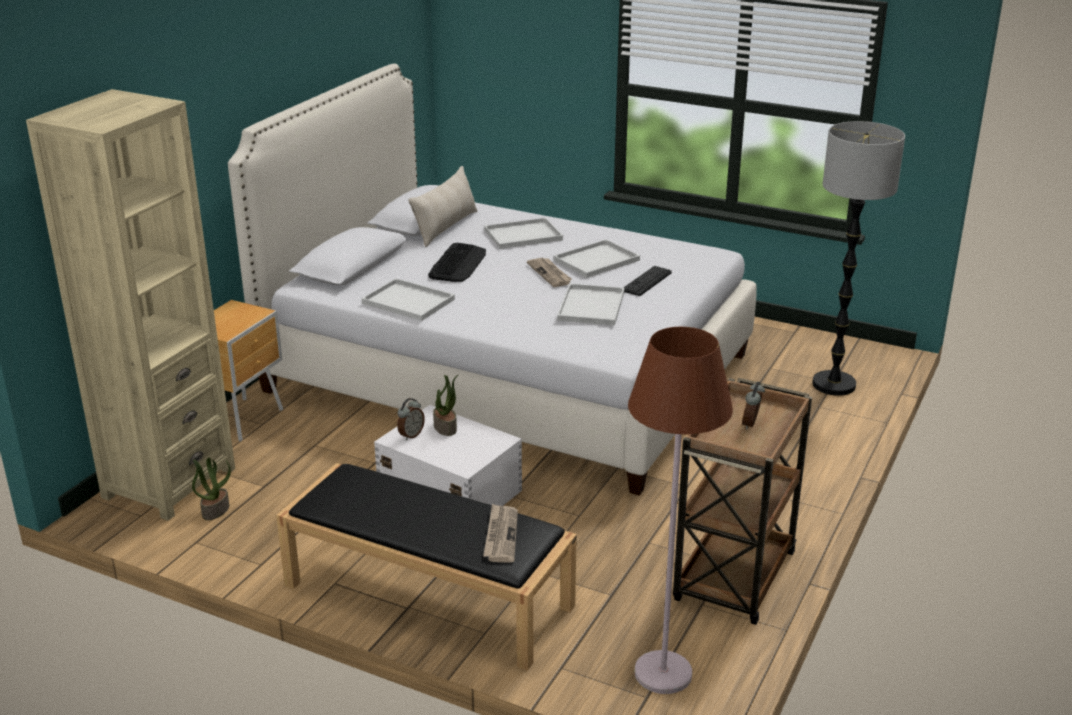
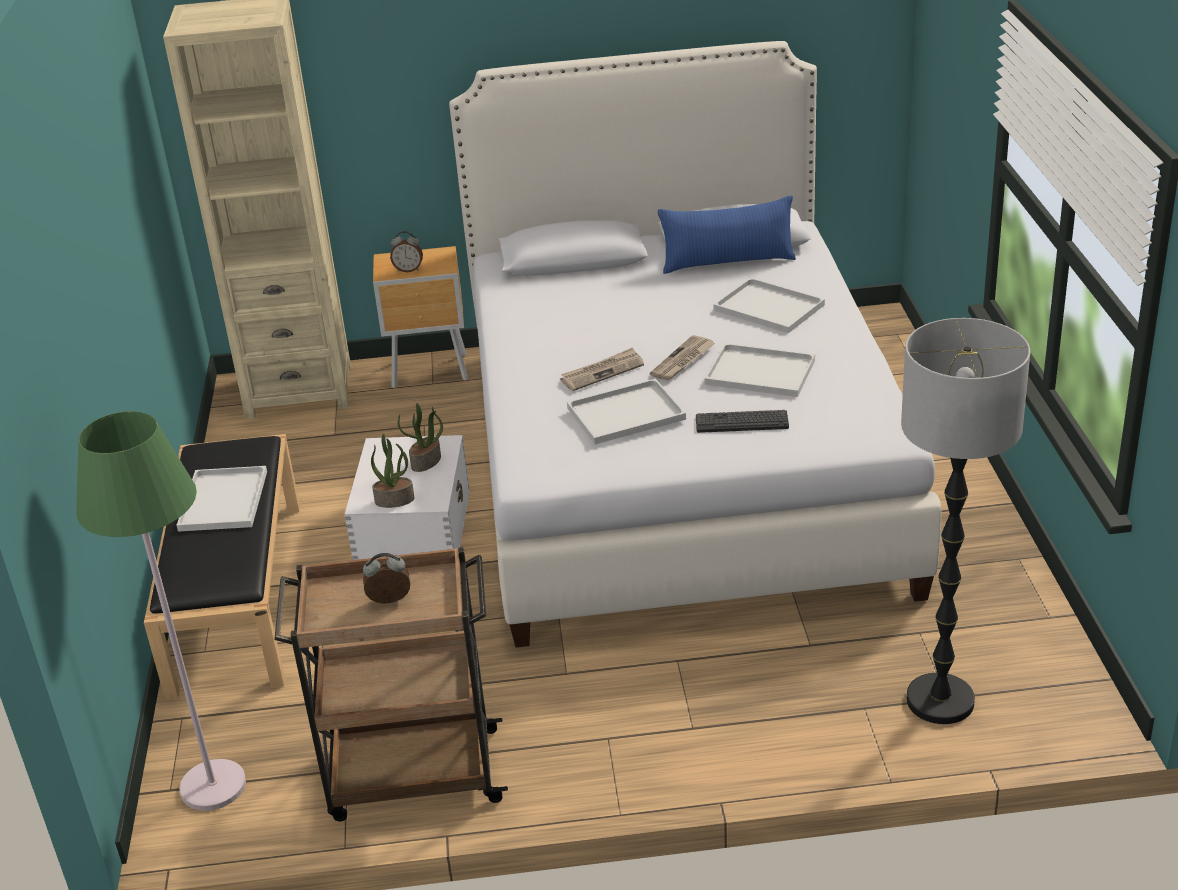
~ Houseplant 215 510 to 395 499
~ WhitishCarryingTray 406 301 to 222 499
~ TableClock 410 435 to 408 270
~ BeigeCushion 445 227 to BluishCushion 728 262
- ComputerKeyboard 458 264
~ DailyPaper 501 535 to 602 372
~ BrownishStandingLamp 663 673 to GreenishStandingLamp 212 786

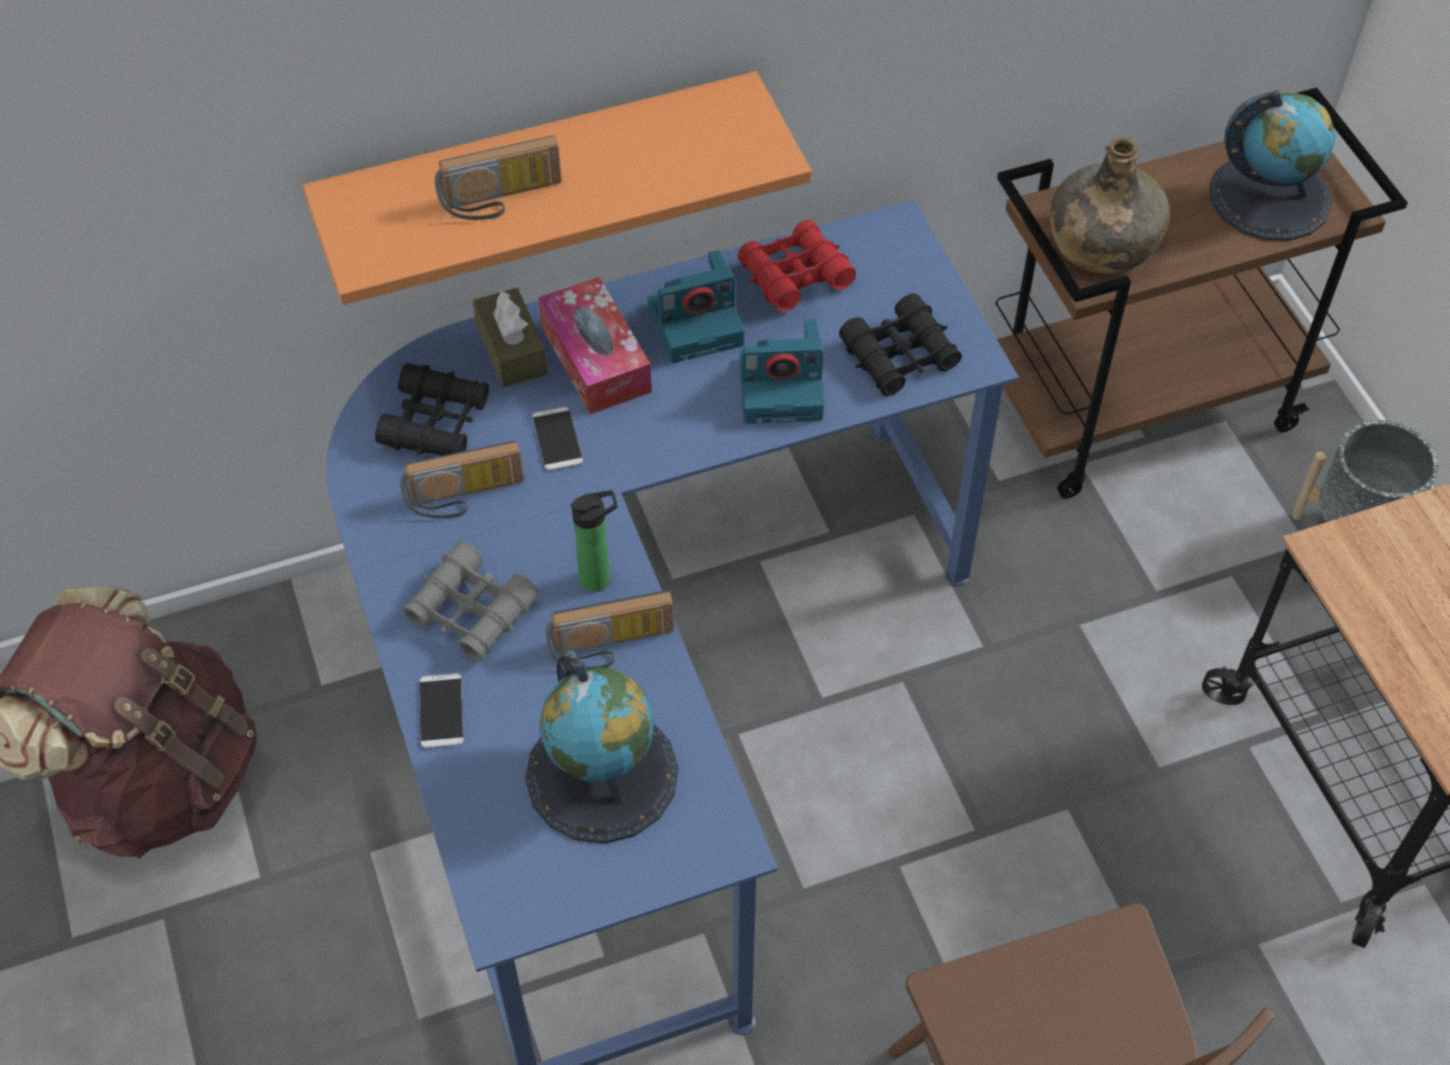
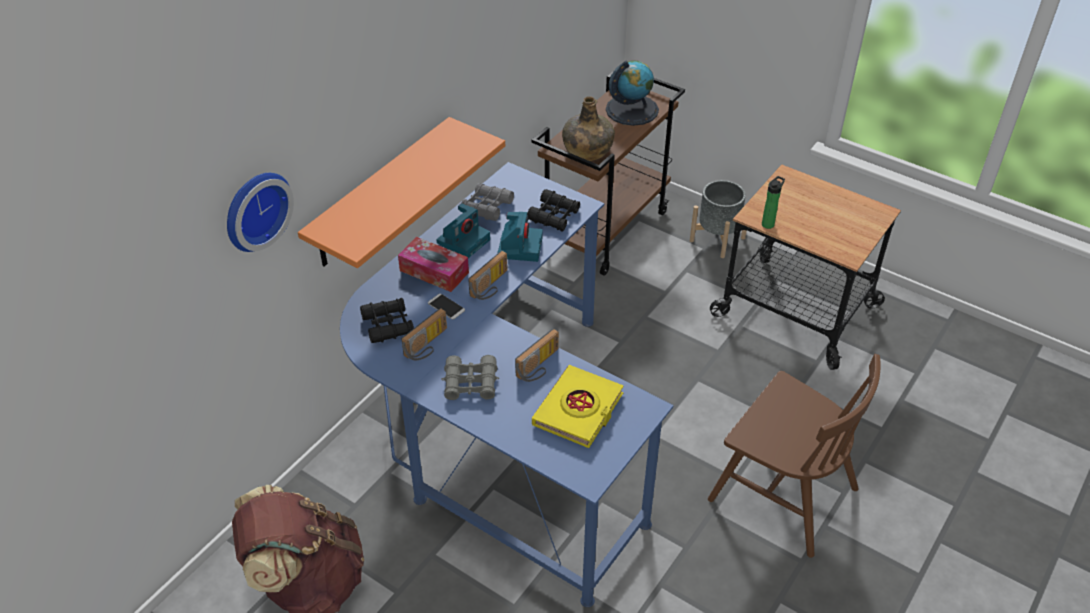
- Phone 441 711
~ RadioReceiver 502 200 to 491 286
- BrownishTissueBox 511 350
~ WorldGlobe 602 774 to YellowColouredVolume 578 410
~ Bottle 600 578 to 769 223
~ RedFieldGlasses 795 275 to GreyFieldGlasses 487 207
~ PhotoCamera 783 387 = 519 247 45 degrees counterclockwise
+ WallClock 254 209

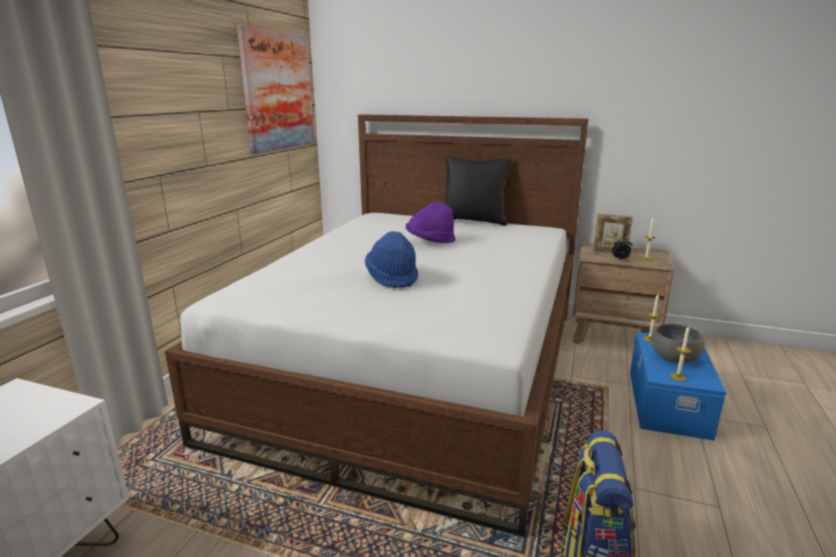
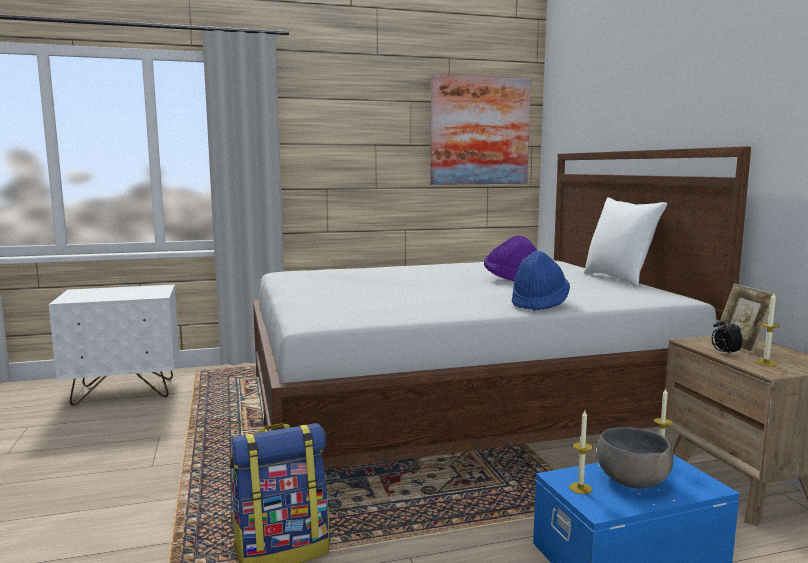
~ BluishWearableHat 392 278 to 539 304
~ BlackishCushion 474 221 to WhitishCushion 619 279

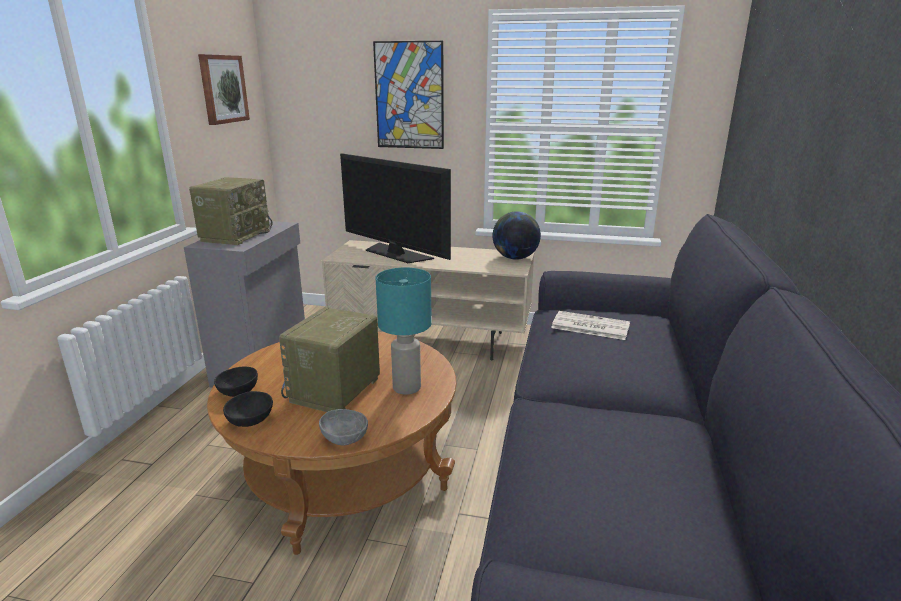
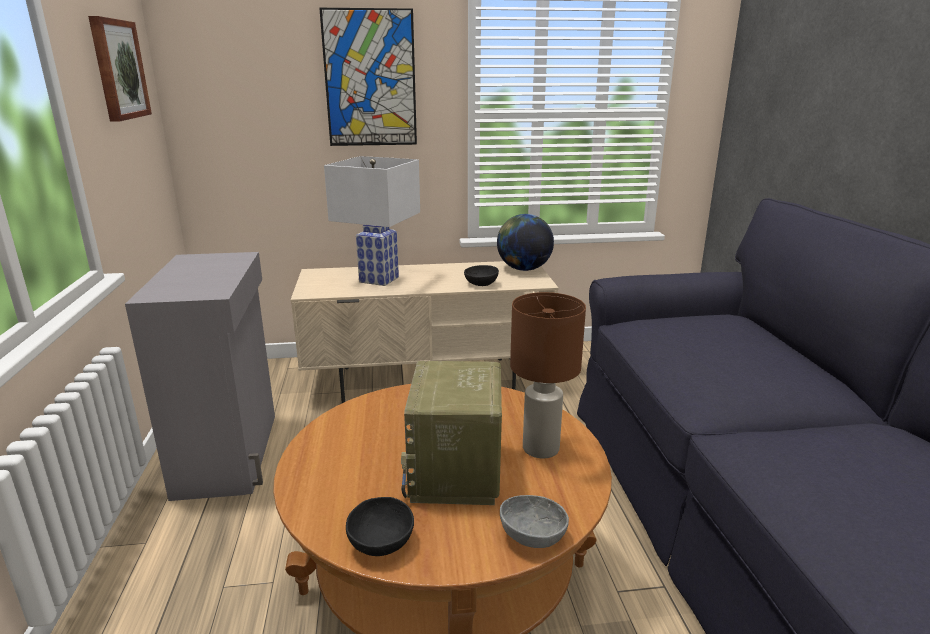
- RadioReceiver 235 235
~ BlackishBowl 237 392 to 481 284
~ Television 396 253 to WhitishLampForATable 380 279
~ TurquoiseLampForATable 406 387 to BrownishLampForATable 539 448
- DailyPaper 589 326

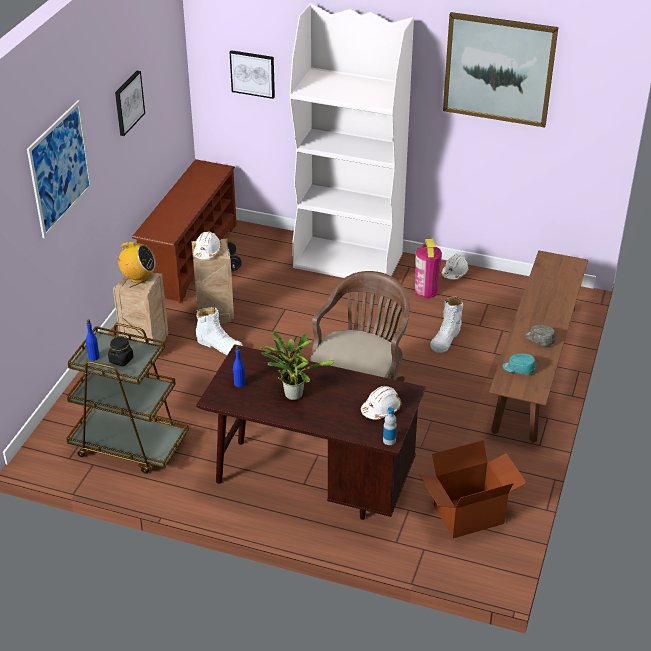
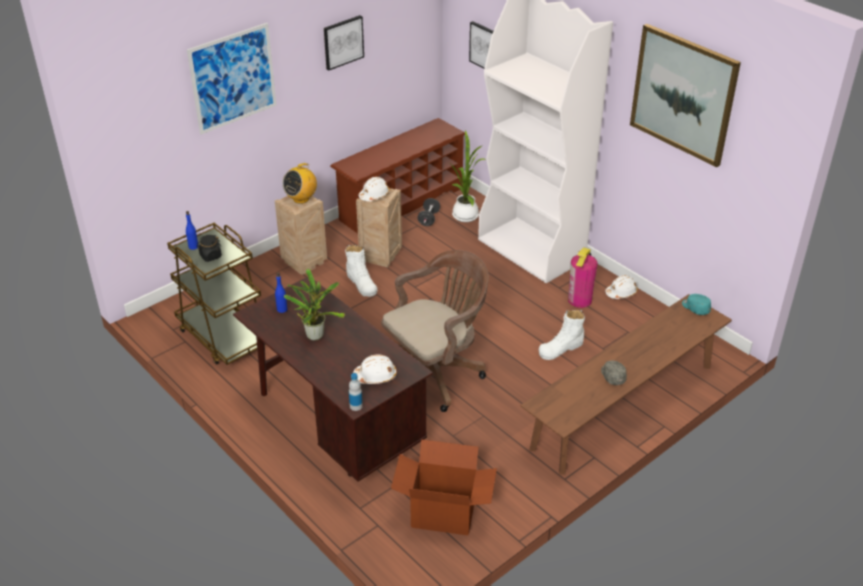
~ RadioReceiver 138 278 = 301 199 90 degrees clockwise
~ TurquoisePeakedCap 518 369 to 695 308
+ Houseplant 465 214

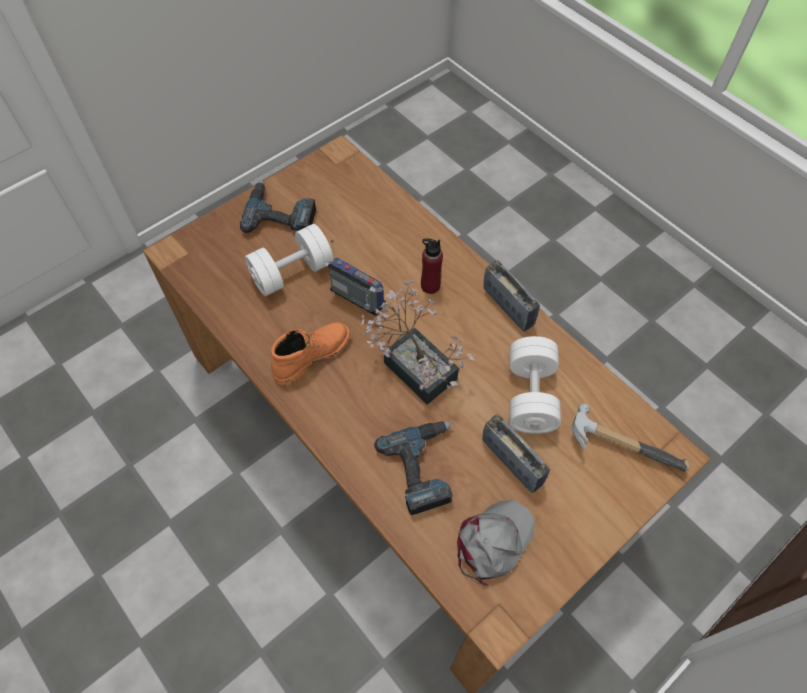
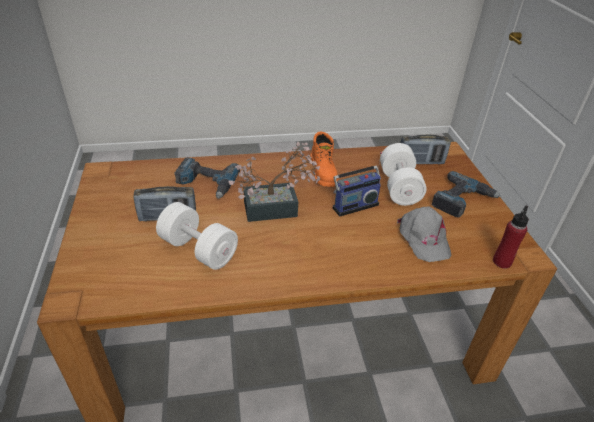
~ RedBottle 430 286 to 502 262
~ GreyPeakedCap 493 542 to 423 238
~ RadioReceiver 508 307 to 420 162
- HandHammer 622 442

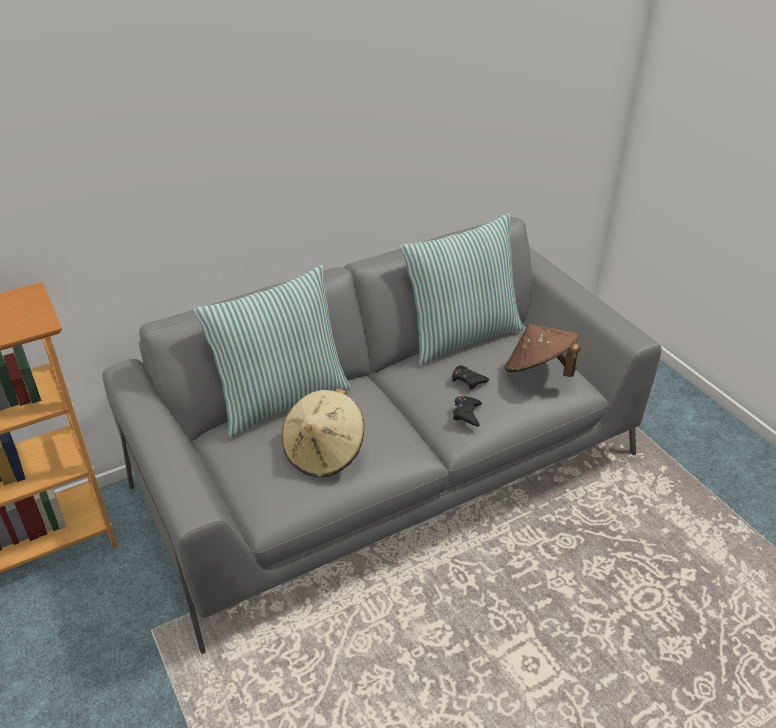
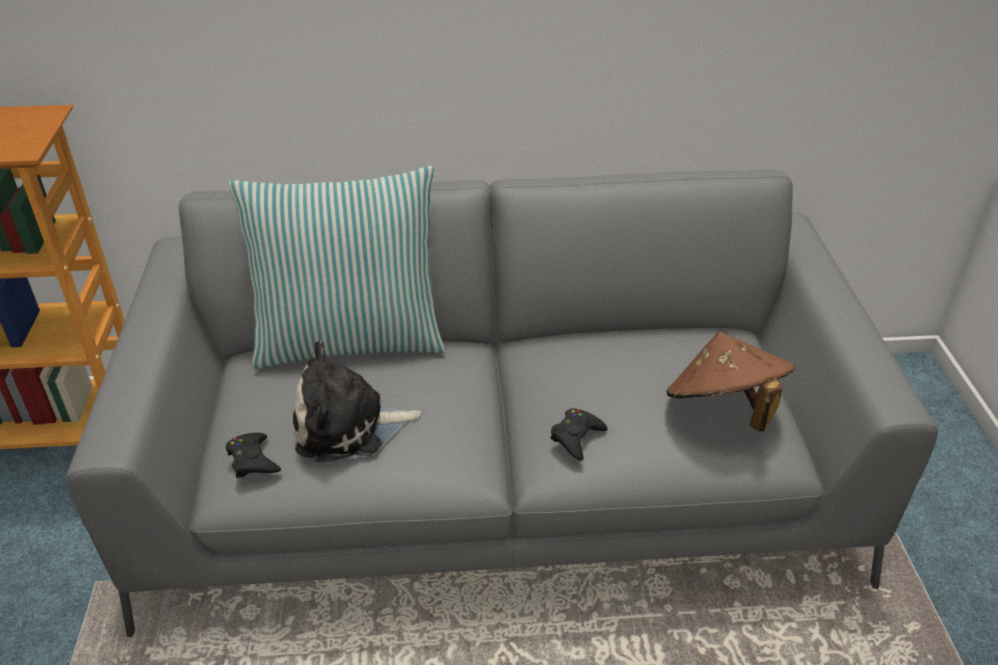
~ BeigeWearableHat 324 452 to PlushToy 348 426
- Cushion 461 336
~ BlackishJoypad 468 380 to 253 460

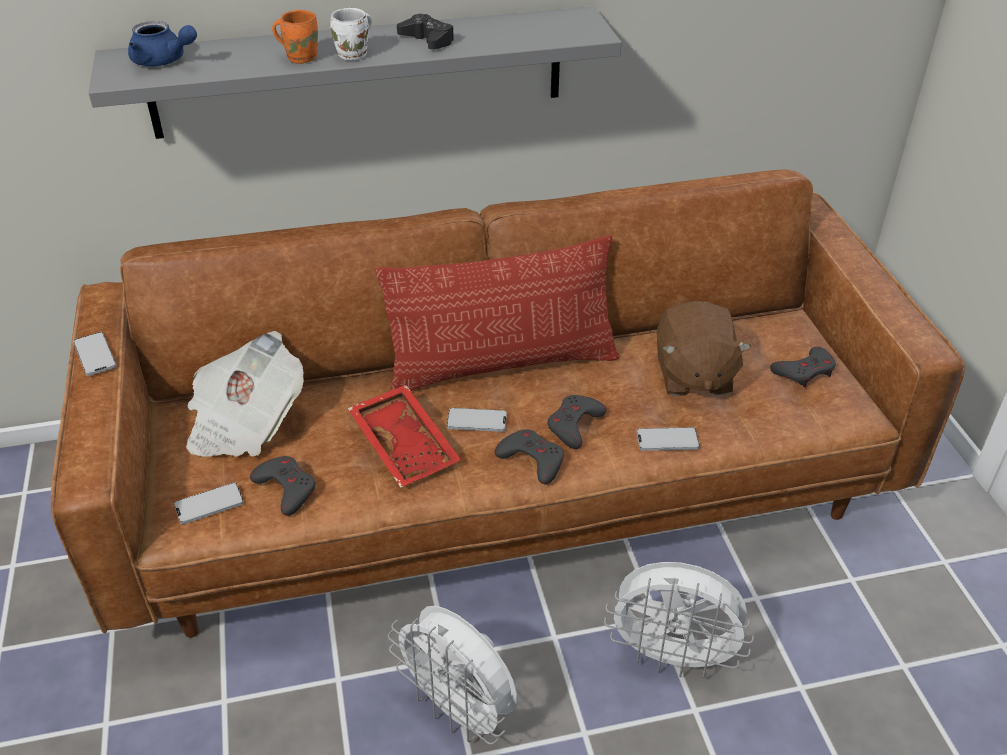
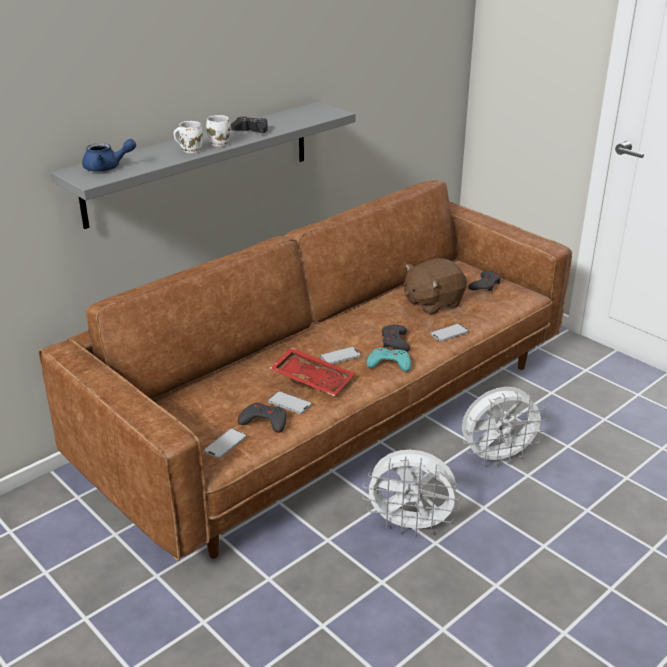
~ Phone 95 355 to 289 403
- DailyPaper 244 421
~ OrangeyCoffeeMug 301 57 to WhitishCoffeeMug 190 150
- Cushion 502 365
~ GreyJoypad 532 460 to TurquoiseJoypad 389 363
~ BrownishPlushToy 693 375 = 432 303 90 degrees clockwise

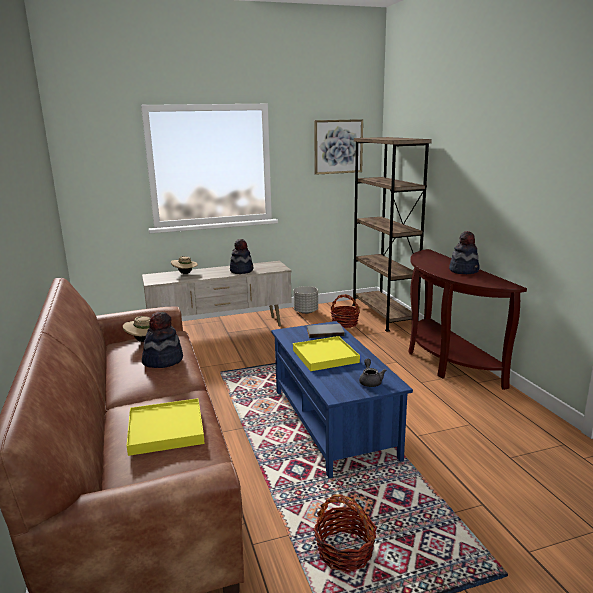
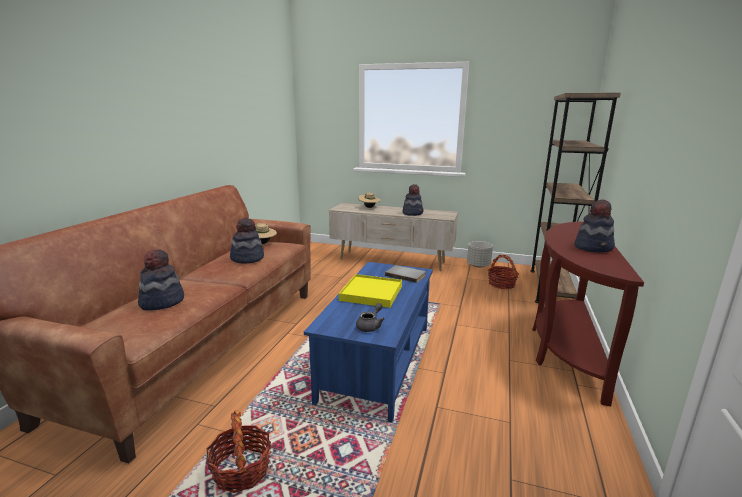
~ YellowColouredCarryingTray 166 430 to WearableHat 161 302
- WallPicture 338 146

